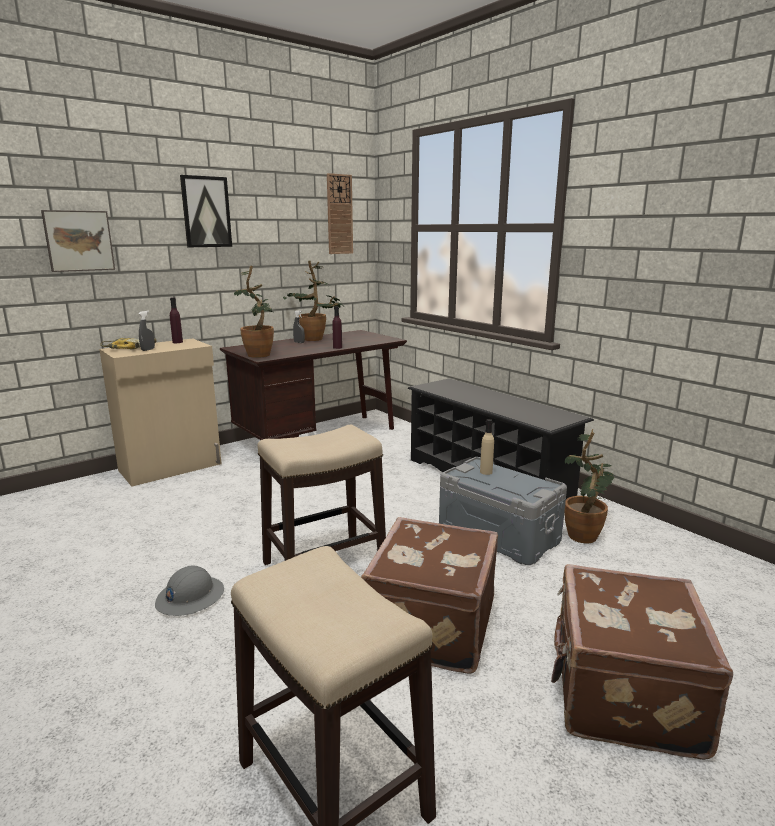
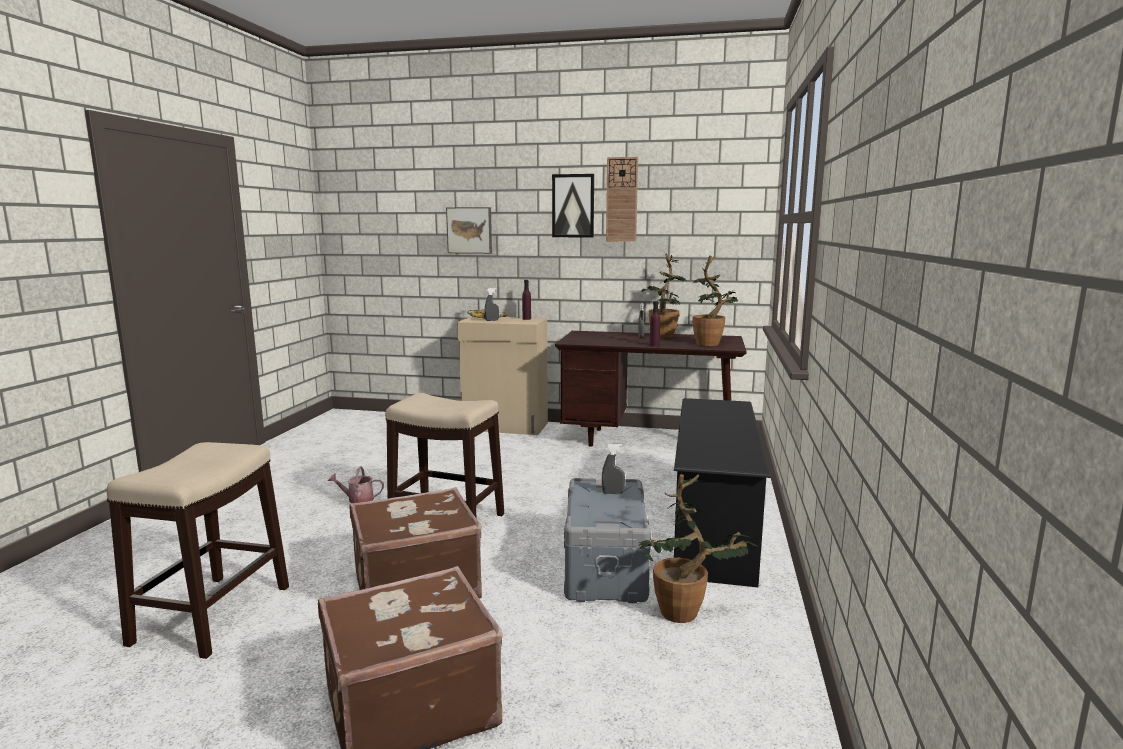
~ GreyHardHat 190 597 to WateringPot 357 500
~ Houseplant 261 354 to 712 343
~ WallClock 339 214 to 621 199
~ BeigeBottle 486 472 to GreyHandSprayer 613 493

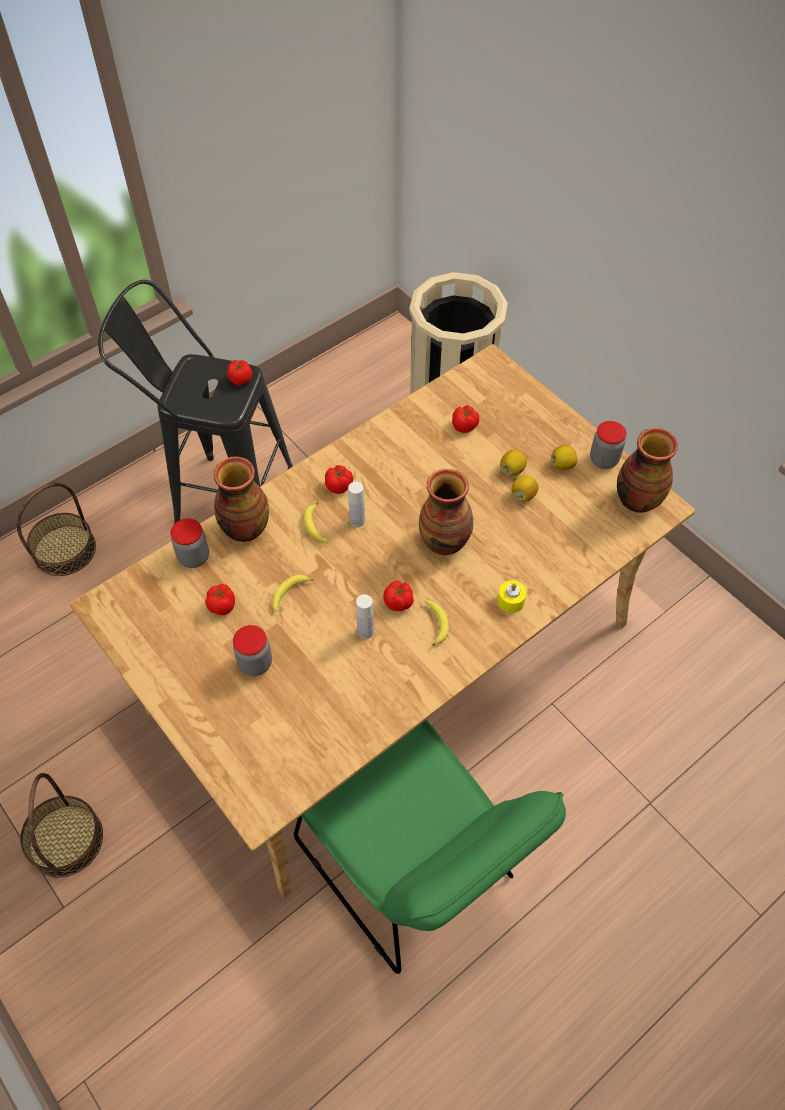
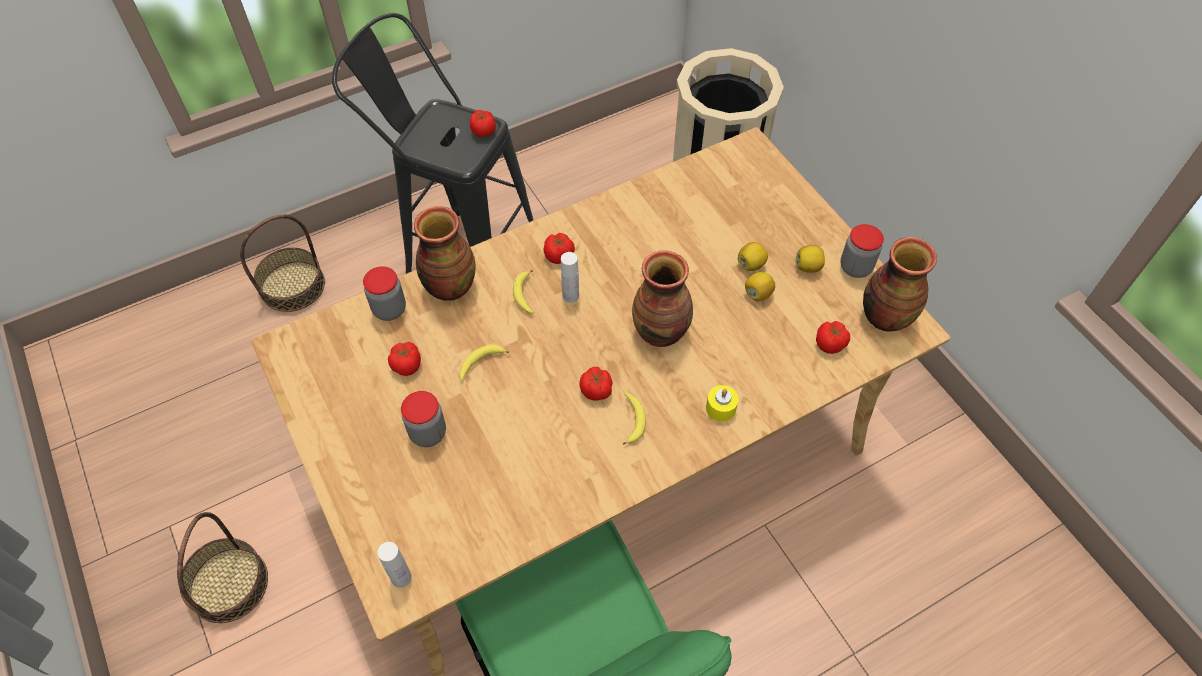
~ WhitishBottle 365 631 to 401 578
~ WholeTomato 465 426 to 830 344

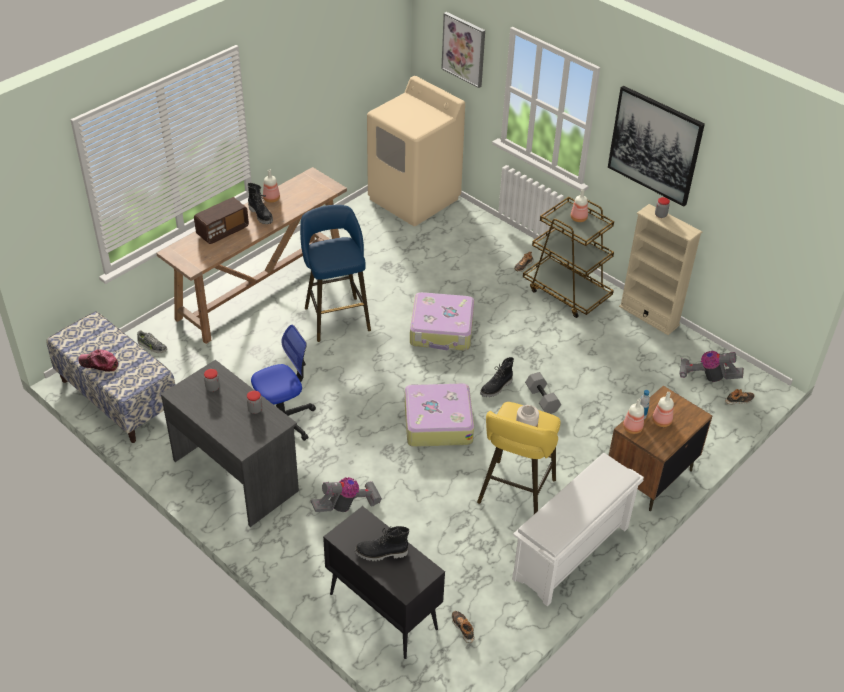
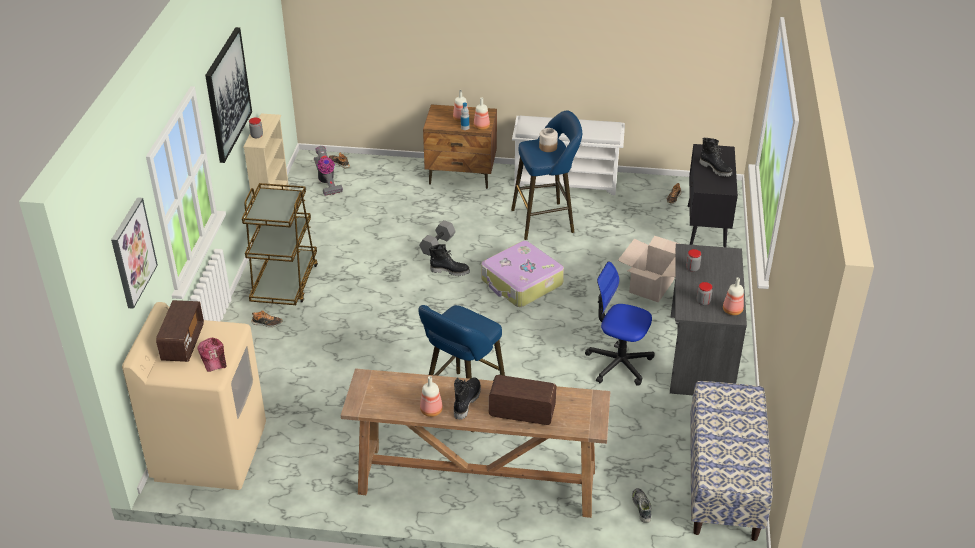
~ PeakedCap 99 363 to 213 358
~ VacuumCleaner 347 505 to PackingBox 652 286
- Suitcase 442 330
~ YellowColouredStool 515 494 to BluishStool 546 220
~ Bottle 578 218 to 731 310
+ RadioReceiver 183 343

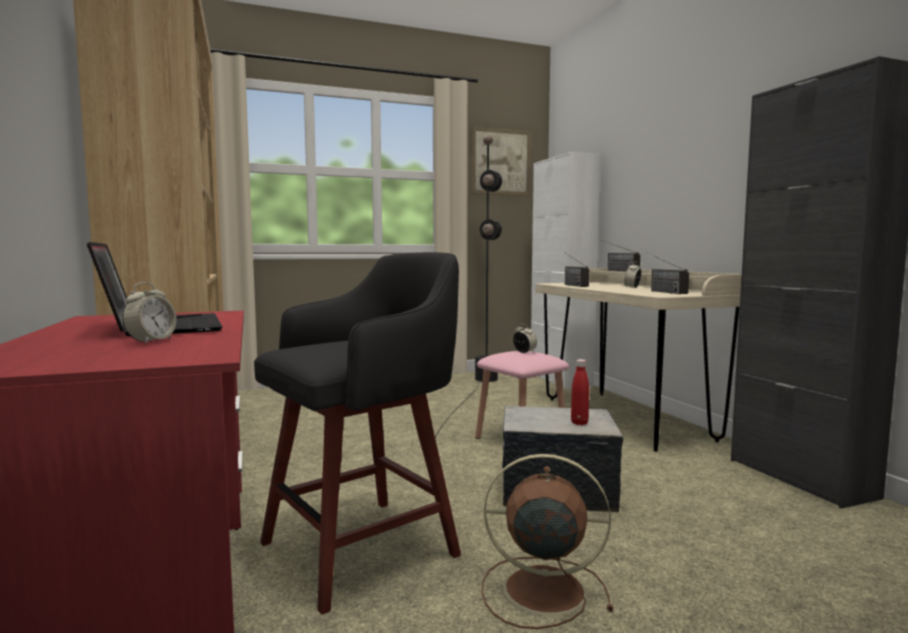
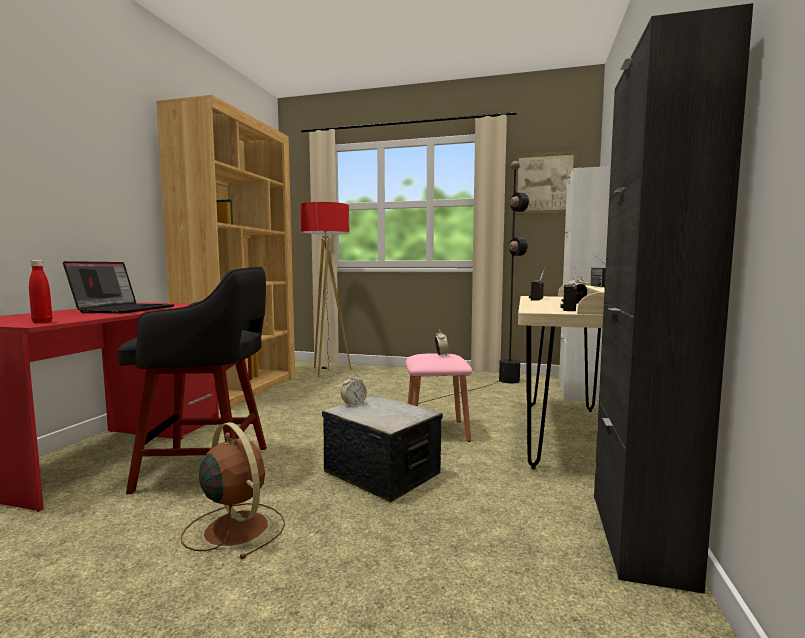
~ TableClock 151 341 to 353 404
~ RedBottle 579 423 to 42 322
+ StandingLamp 328 371

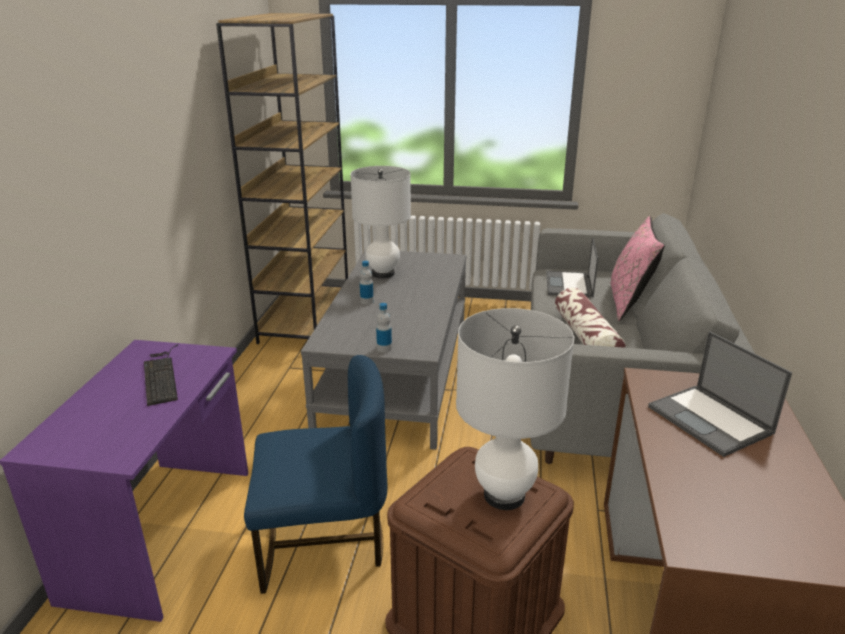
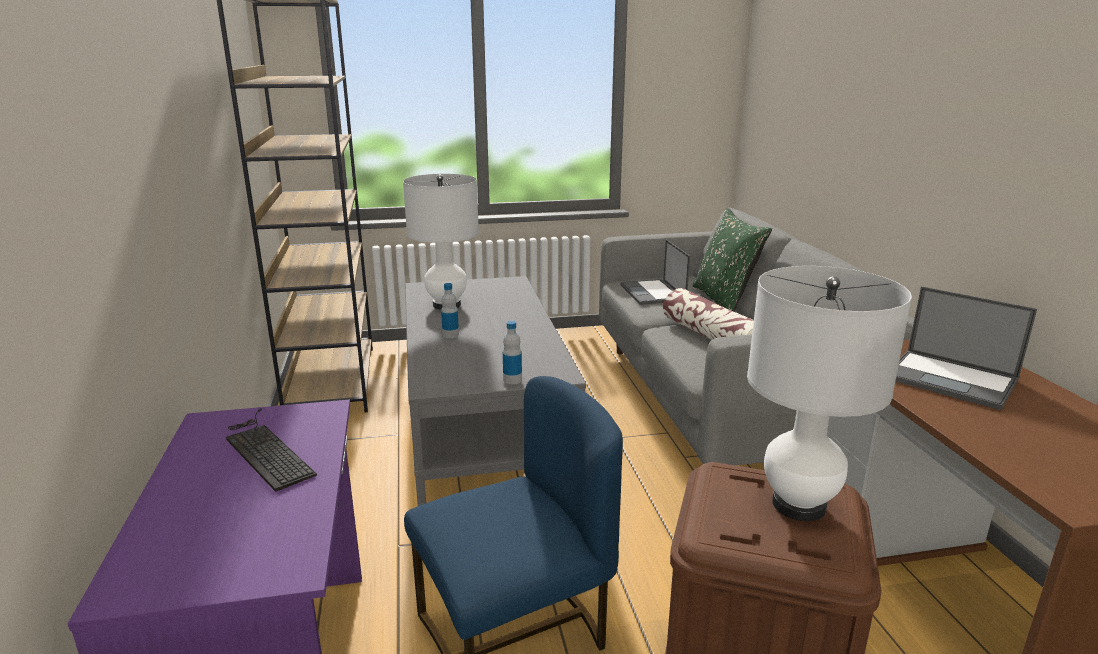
~ PinkishCushion 629 302 to GreenishCushion 725 301

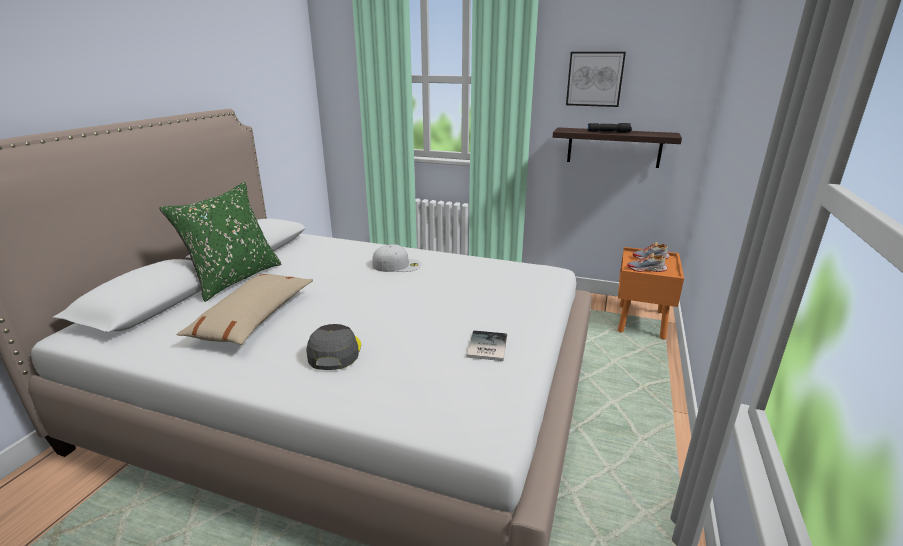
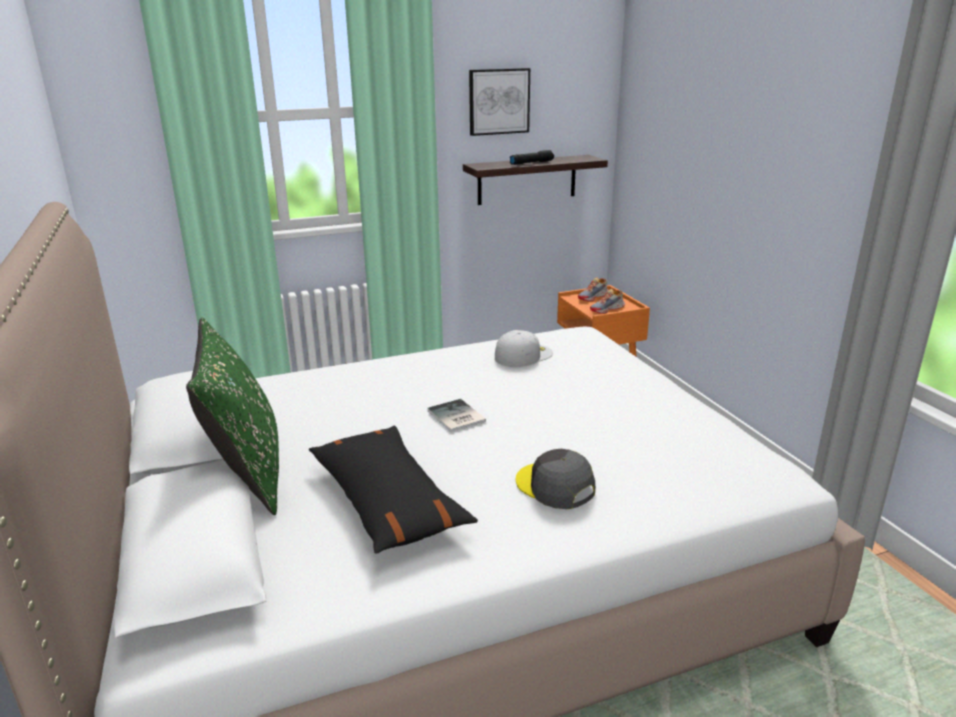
~ BeigeCushion 253 318 to BlackishCushion 387 501
~ WhitishPeakedCap 397 265 to 523 355
~ Volume 485 347 to 455 417

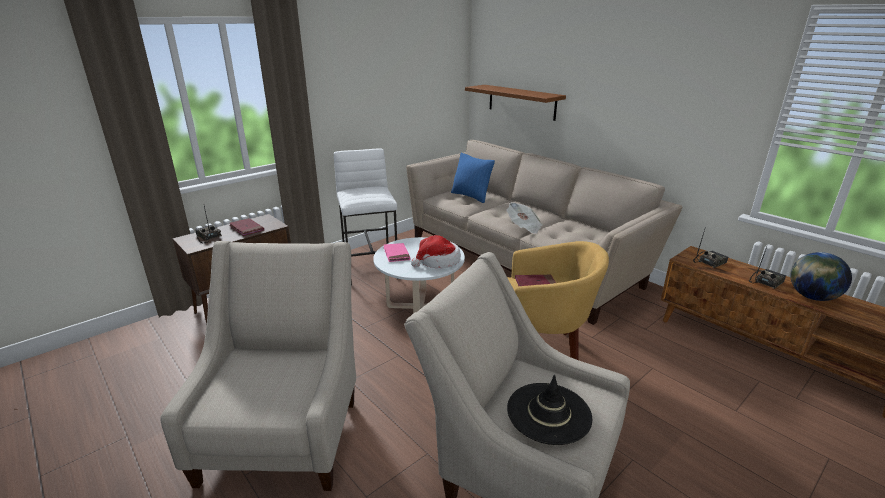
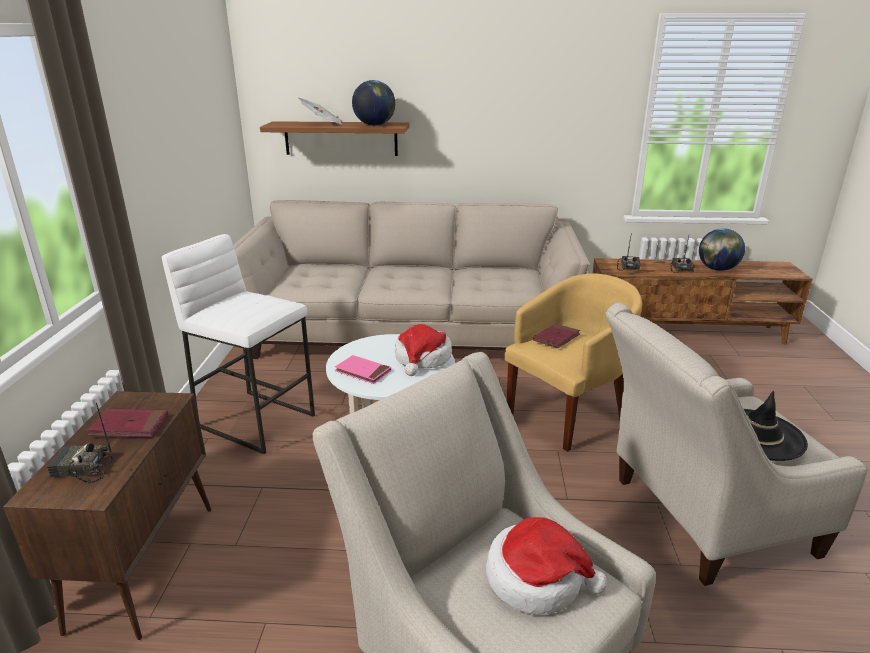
- BluishCushion 471 196
~ DailyPaper 524 227 to 322 124
+ WorldGlobe 374 125
+ WearableHat 537 579

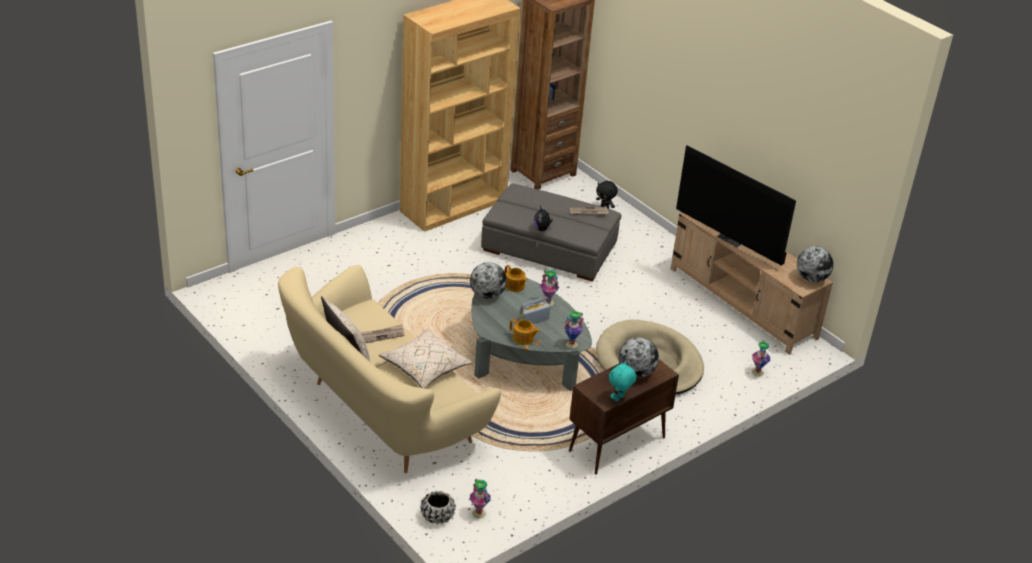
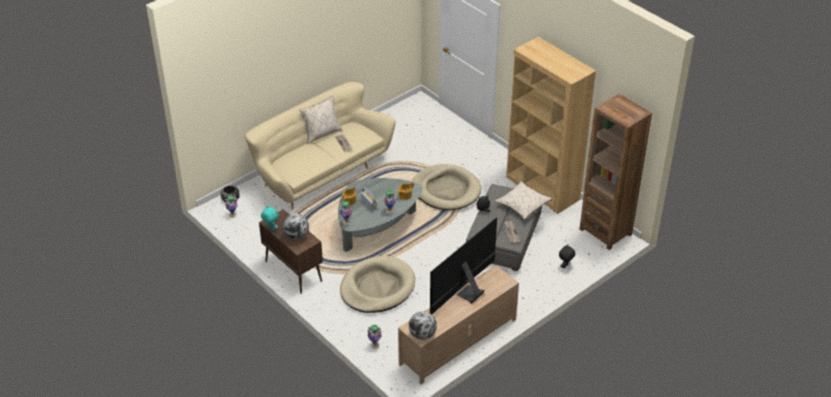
~ BeigeCushion 425 367 to 522 205
- WorldGlobe 487 295
+ BeigeDogCushion 446 190

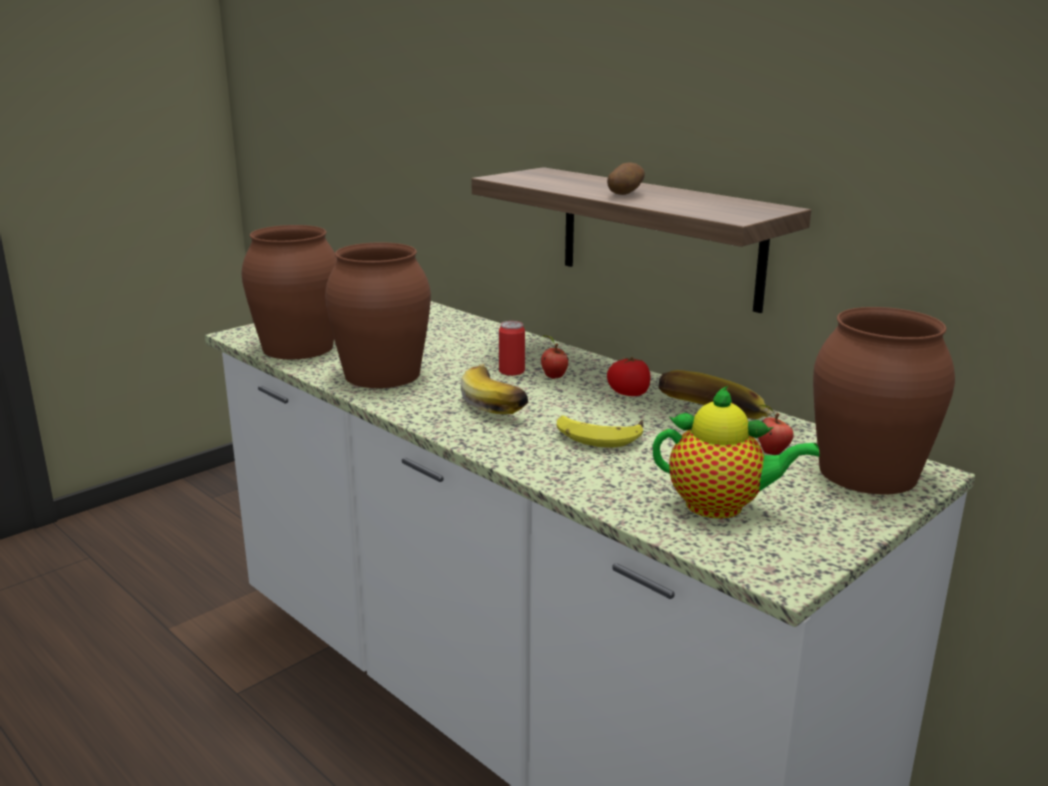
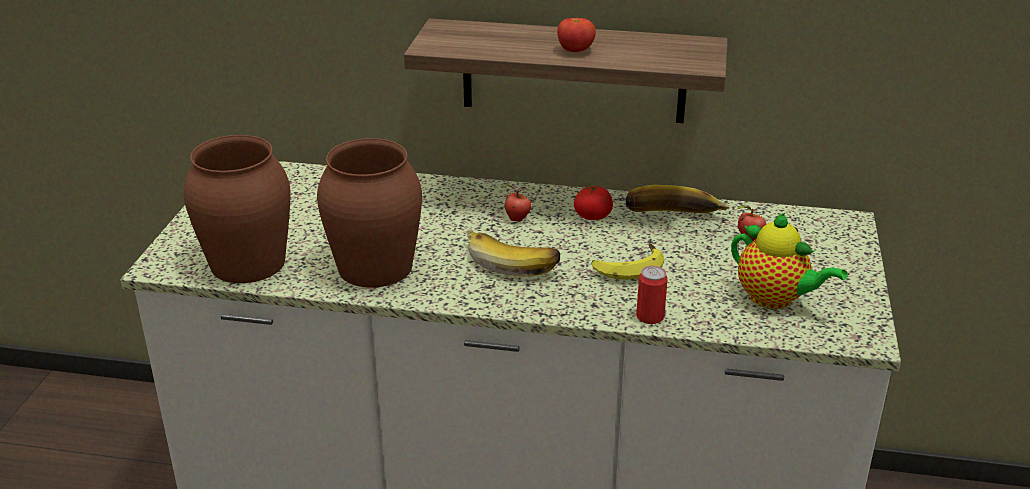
~ Can 511 371 to 650 317
~ Potato 624 194 to WholeTomato 575 51
~ Teapot 721 506 = 775 299 60 degrees clockwise
- BrownishVase 868 472

